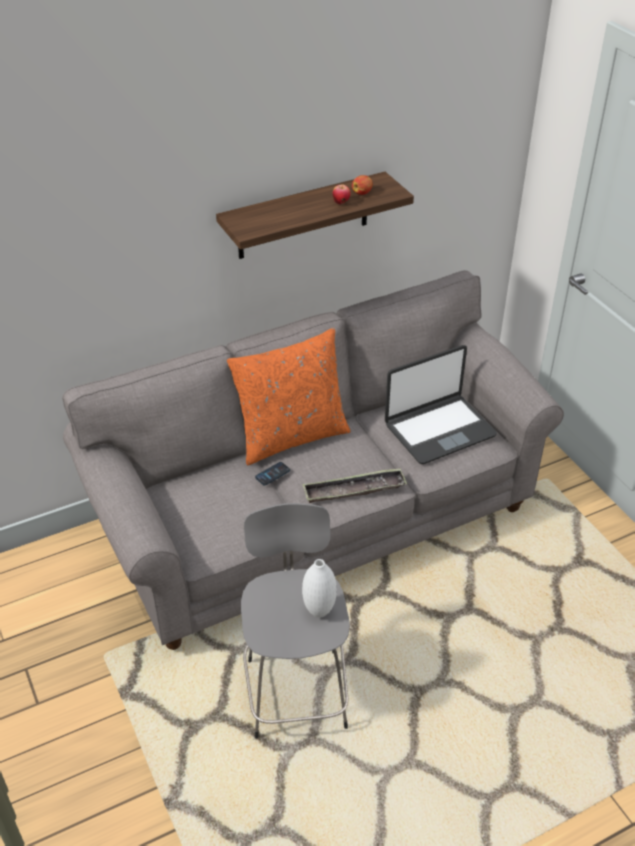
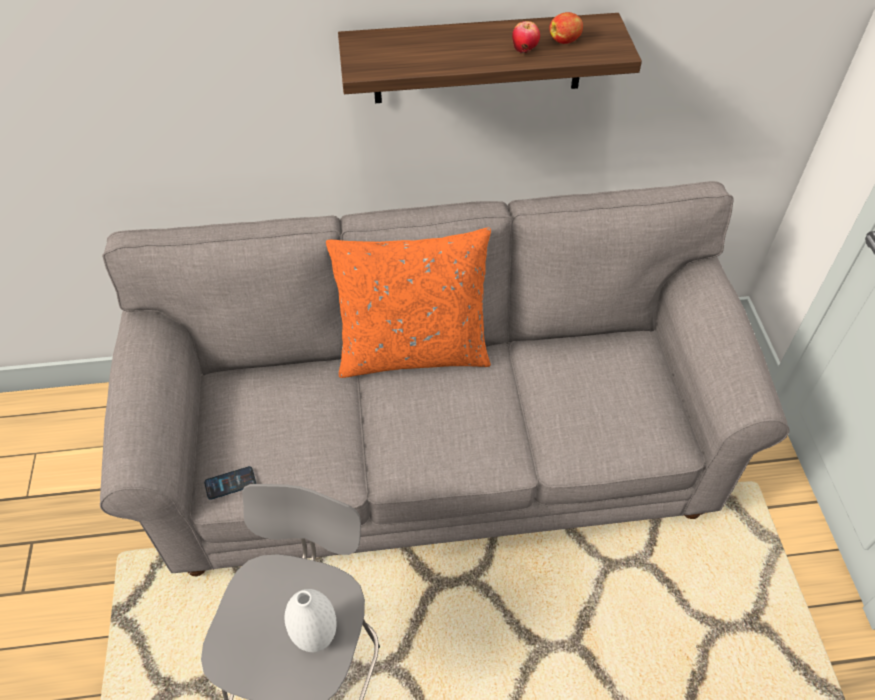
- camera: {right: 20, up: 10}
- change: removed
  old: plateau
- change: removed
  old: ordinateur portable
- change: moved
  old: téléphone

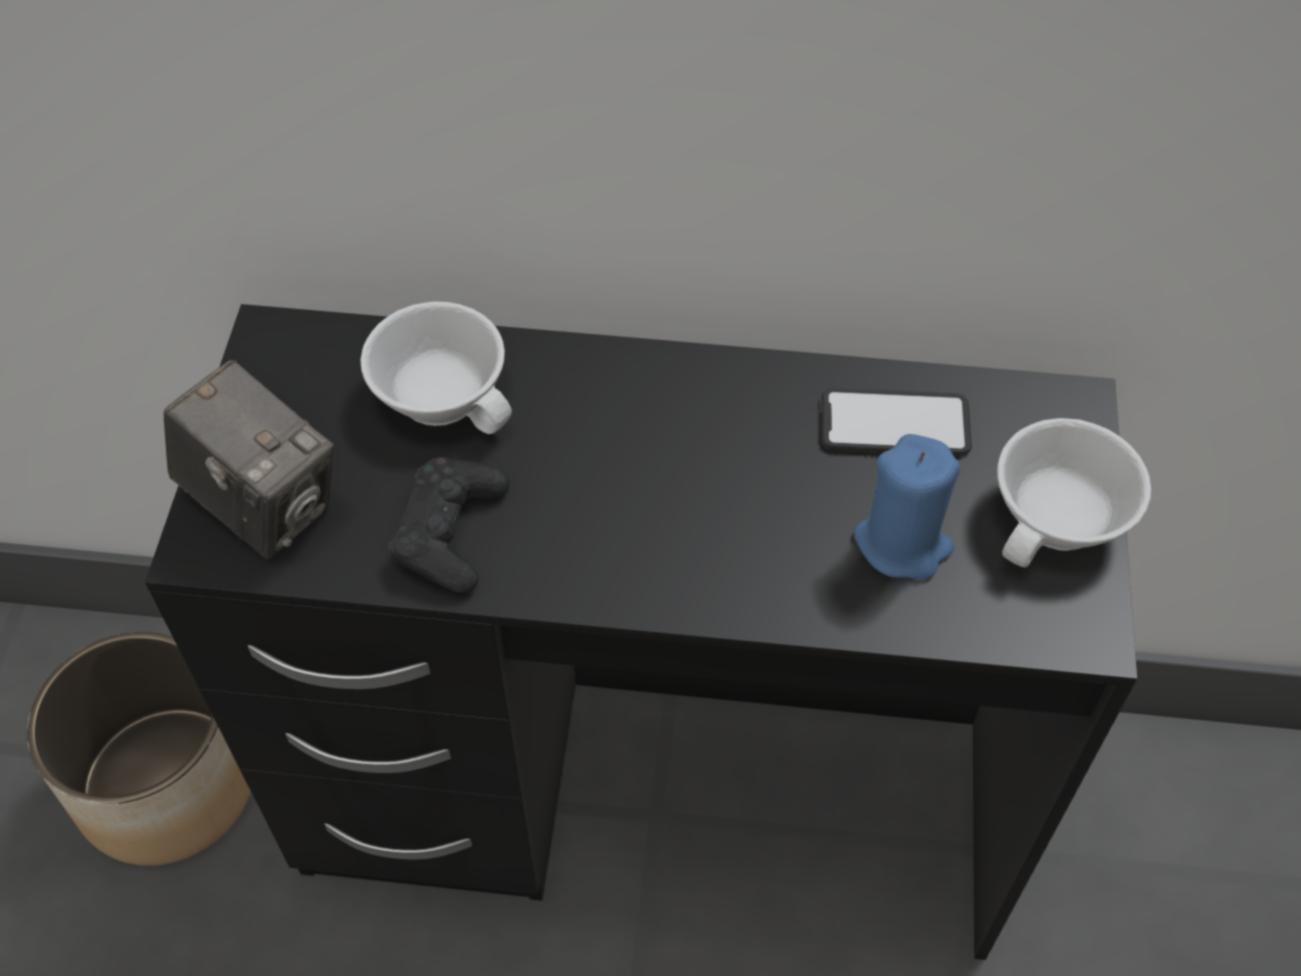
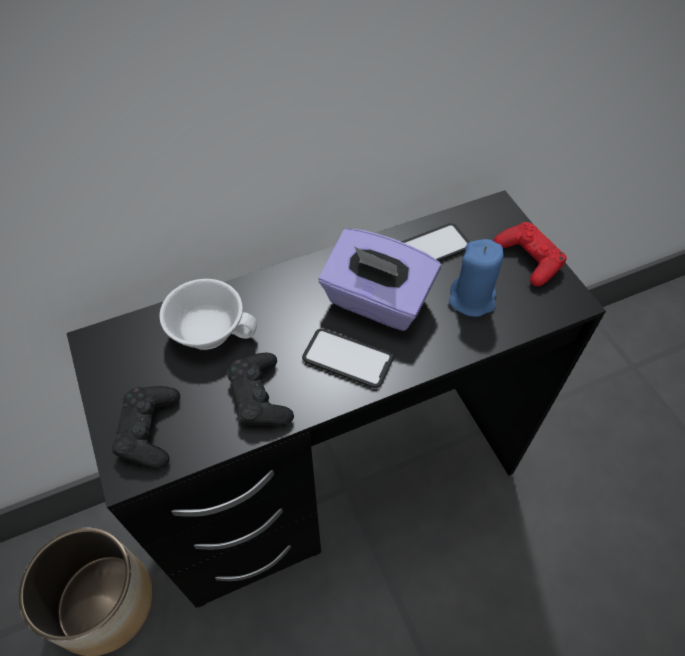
- camera: {right: -30, up: 0}
- change: added
  new: téléphone (1st from left)
- change: added
  new: boîte à mouchoirs/violet
- change: replaced
  old: appareil photo
  new: manette/noir (1st from left)
- change: replaced
  old: tasse/blanc (2nd from left)
  new: manette/rouge

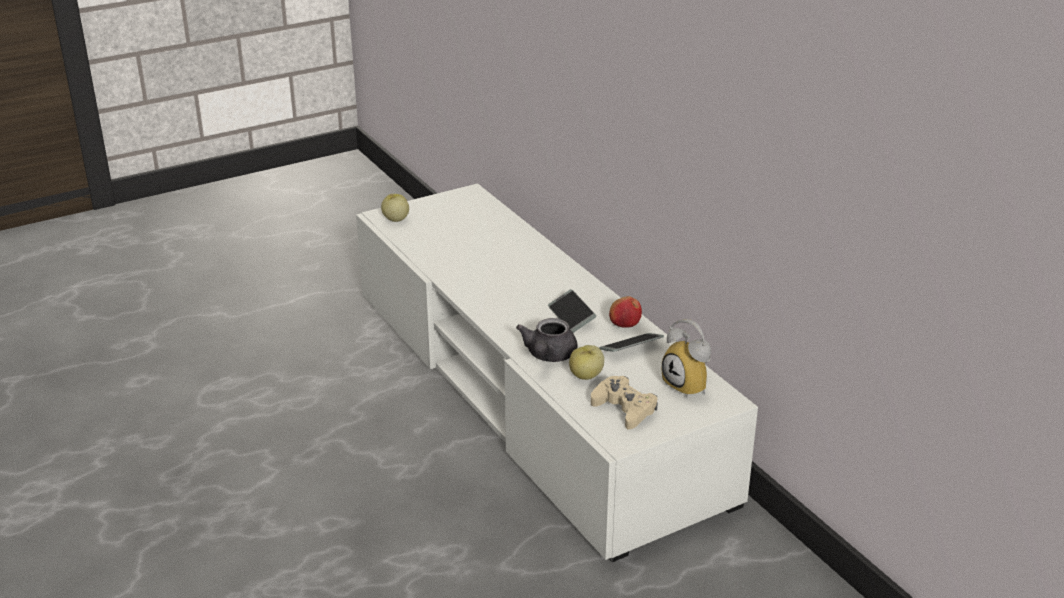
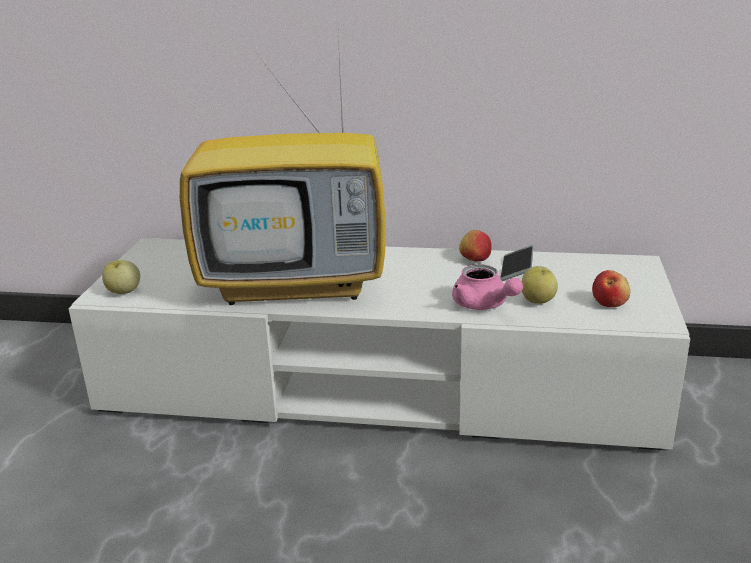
- camera: {right: -50, up: -5}
- change: removed
  old: téléphone (1st from left)
- change: removed
  old: réveil
- change: added
  new: téléviseur
- change: replaced
  old: manette/beige
  new: pomme (4th from left)
- change: recoloured
  old: théière/gris
  new: théière/rose

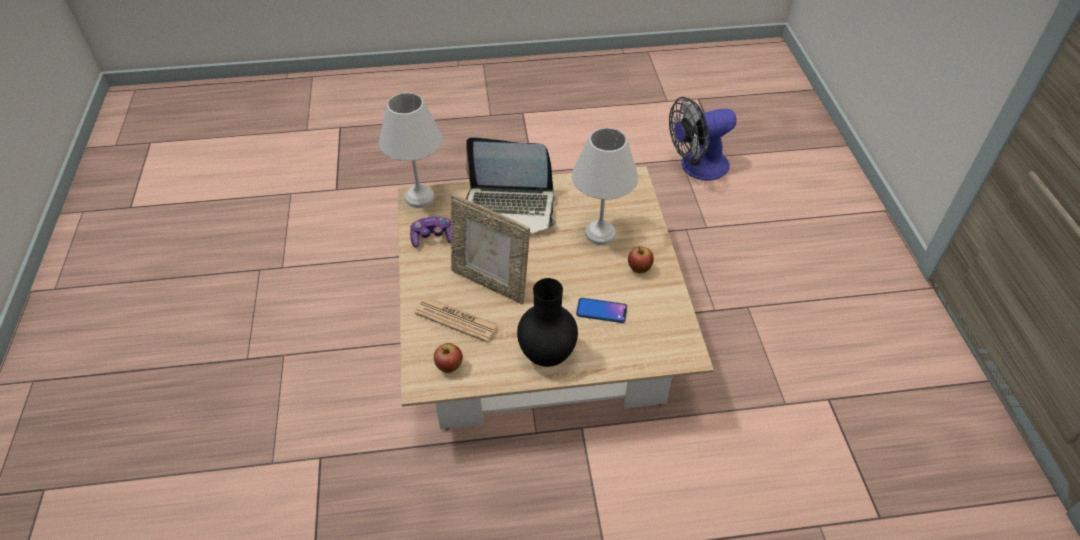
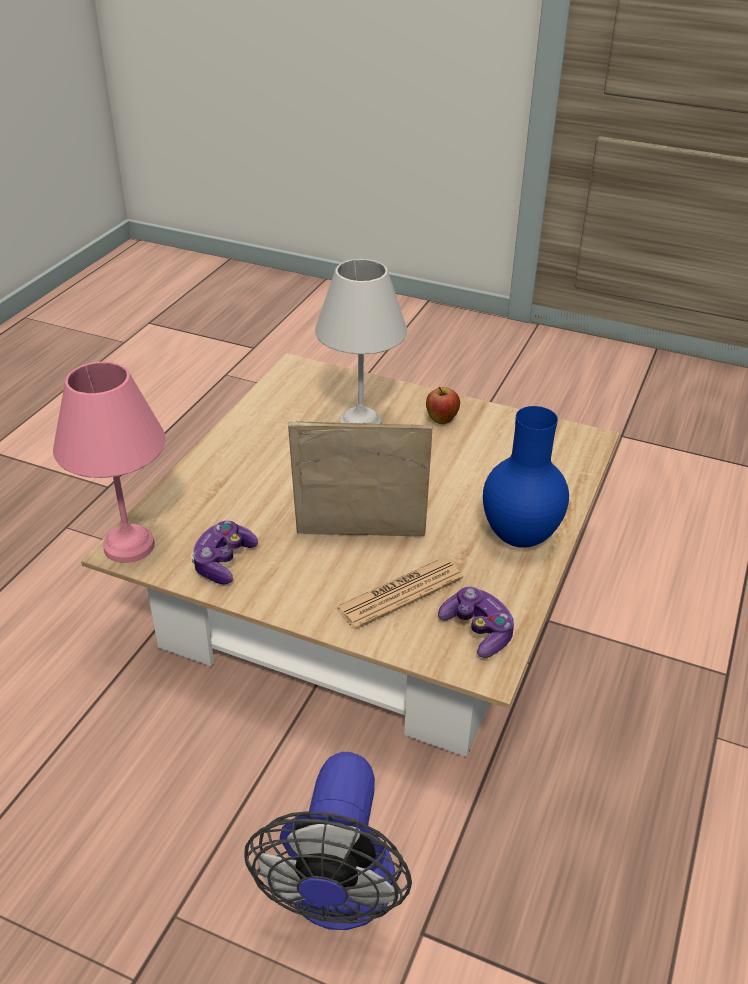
- camera: {right: -60, up: -10}
- change: removed
  old: ordinateur portable
- change: removed
  old: téléphone
- change: moved
  old: ventilateur
- change: replaced
  old: pomme (1st from left)
  new: manette (2nd from left)
- change: recoloured
  old: lampe de table/blanc (1st from left)
  new: lampe de table/rose
- change: recoloured
  old: vase/noir
  new: vase/bleu
- change: turned
  old: cadre photo
  degrees: -150

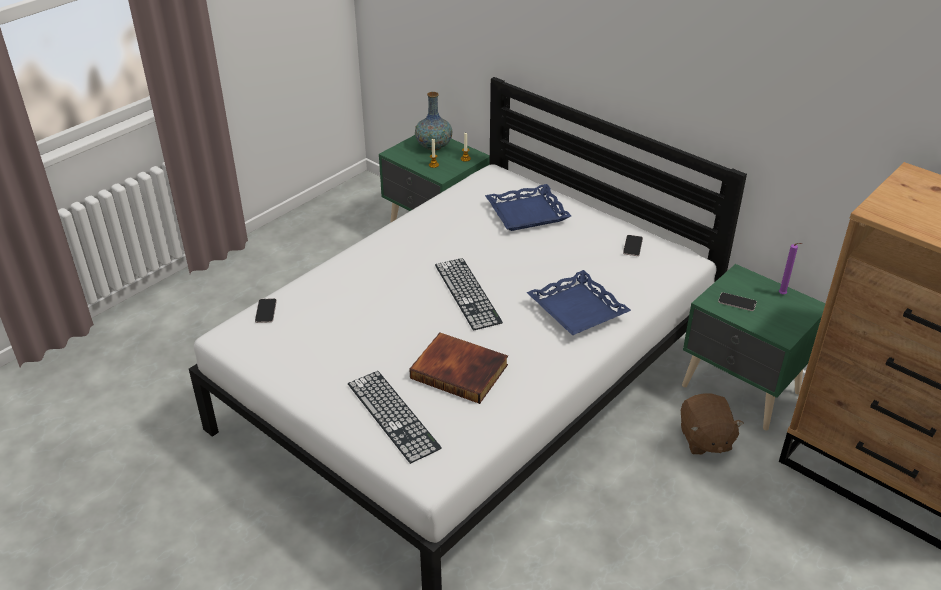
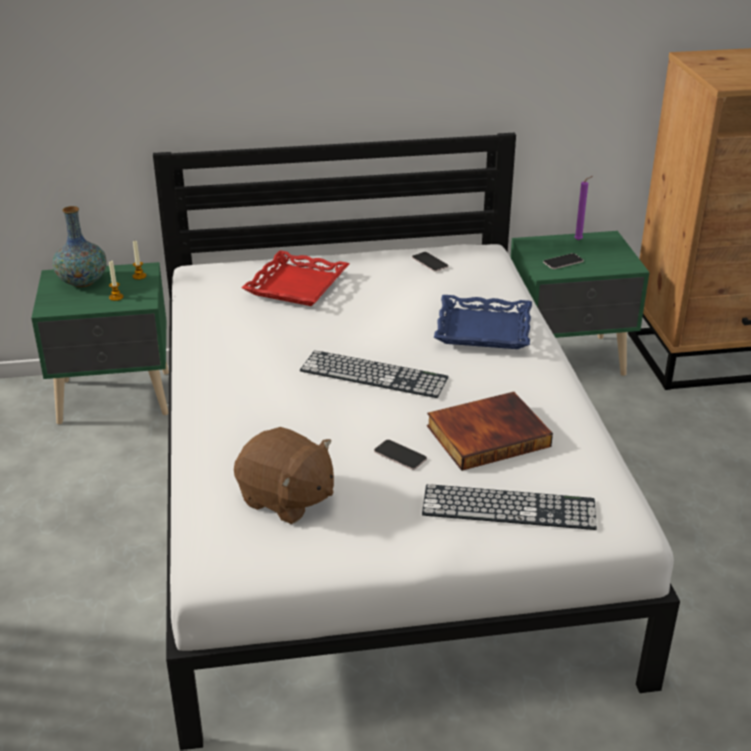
- camera: {right: -50, up: -5}
- change: moved
  old: téléphone (1st from left)
- change: moved
  old: peluche/marron
- change: recoloured
  old: plateau/bleu (1st from left)
  new: plateau/rouge

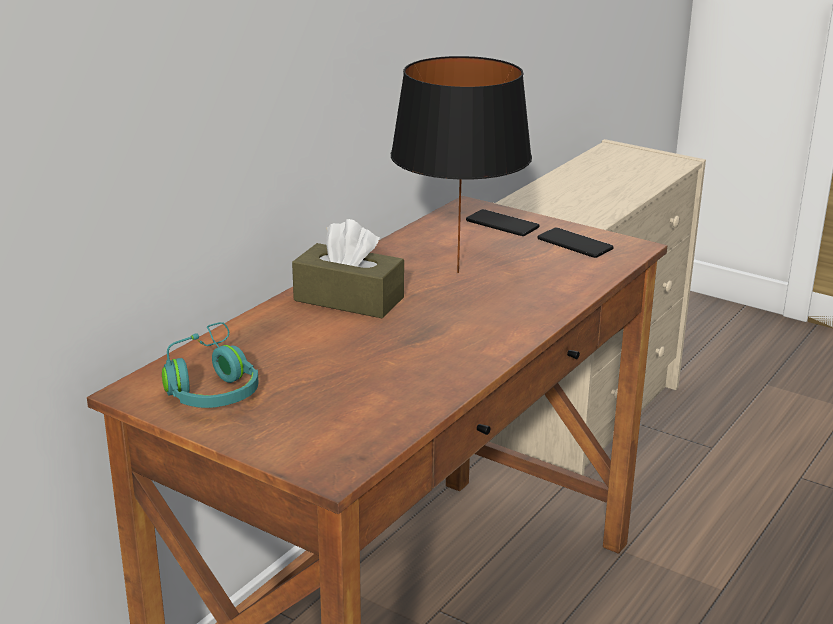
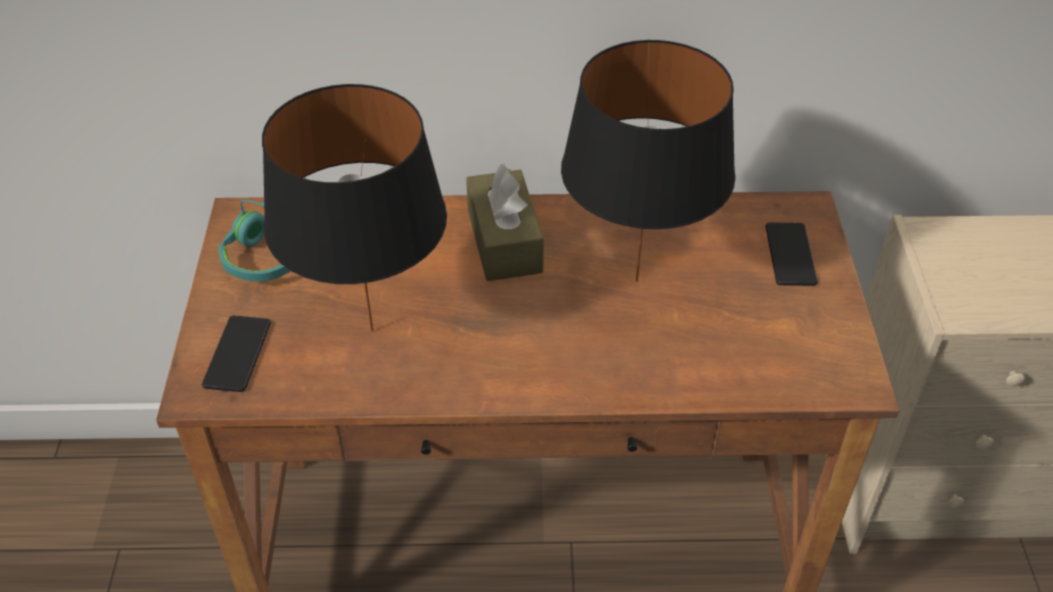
- camera: {right: 55, up: 20}
- change: added
  new: lampe de table/noir (1st from left)
- change: moved
  old: téléphone (2nd from left in the first image)
  new: téléphone (1st from left)

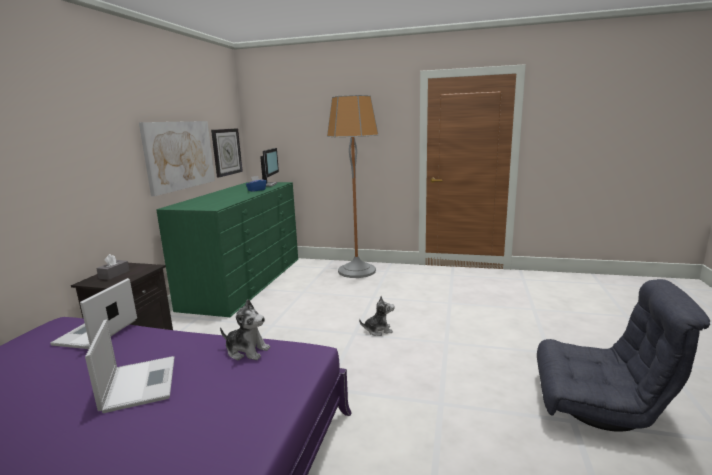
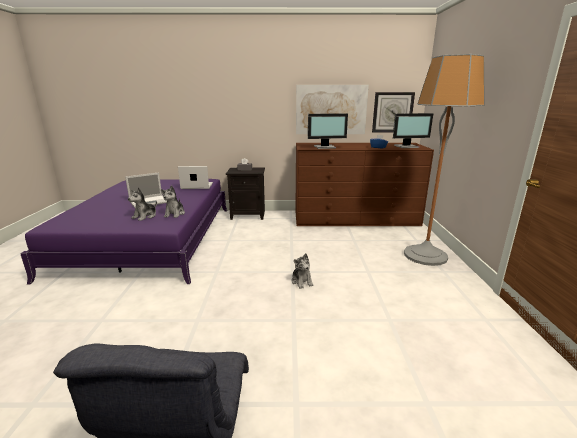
- camera: {right: 75, up: 5}
- change: added
  new: peluche (1st from left)
- change: added
  new: écran d'ordinateur (1st from left)
- change: recoloured
  old: commode/vert
  new: commode/marron

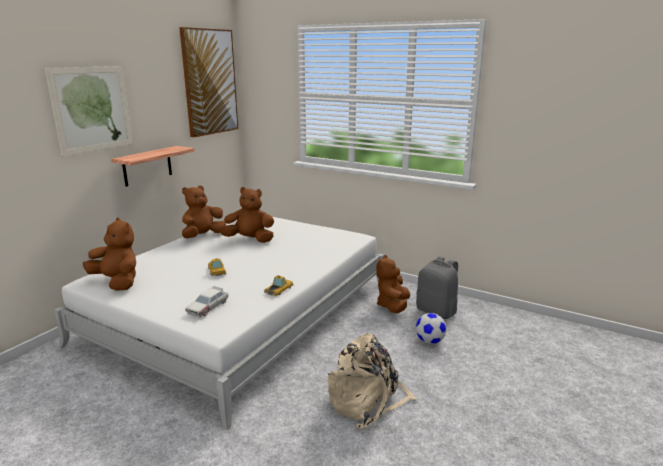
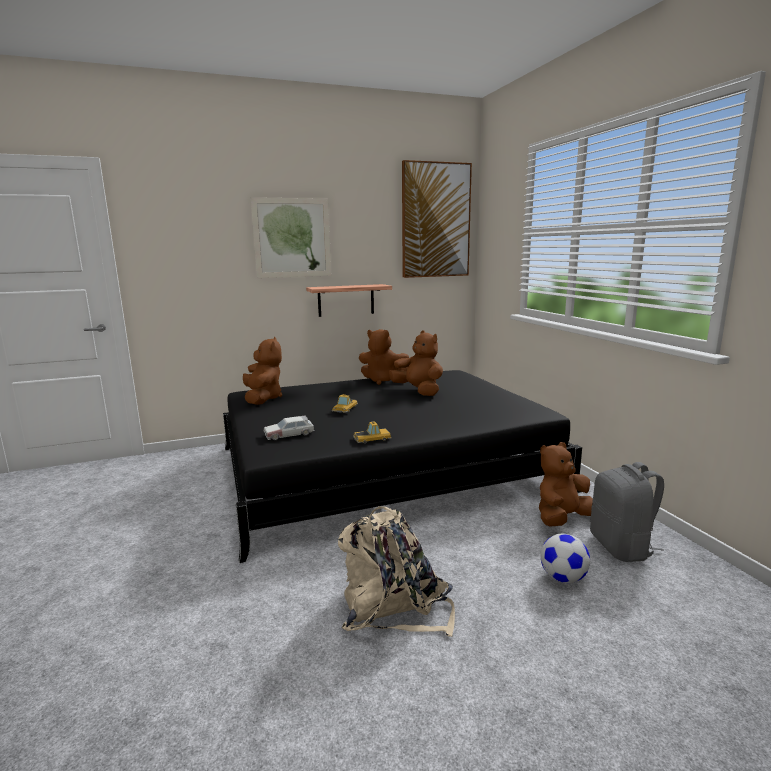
- camera: {right: 40, up: -5}
- change: recoloured
  old: lit/blanc
  new: lit/noir
- change: turned
  old: peluche/marron (2nd from left)
  degrees: -150

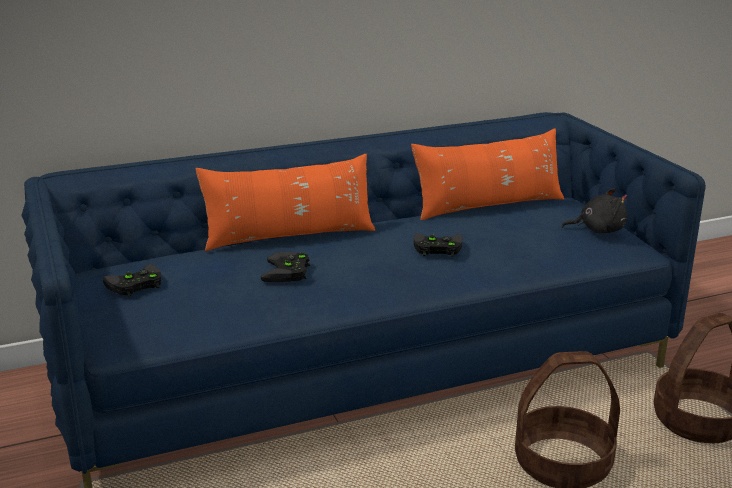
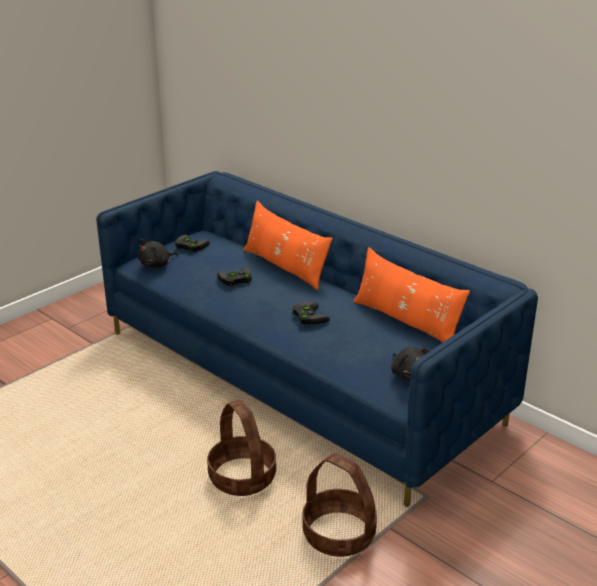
- camera: {right: 65, up: 5}
- change: added
  new: peluche/noir (1st from left)

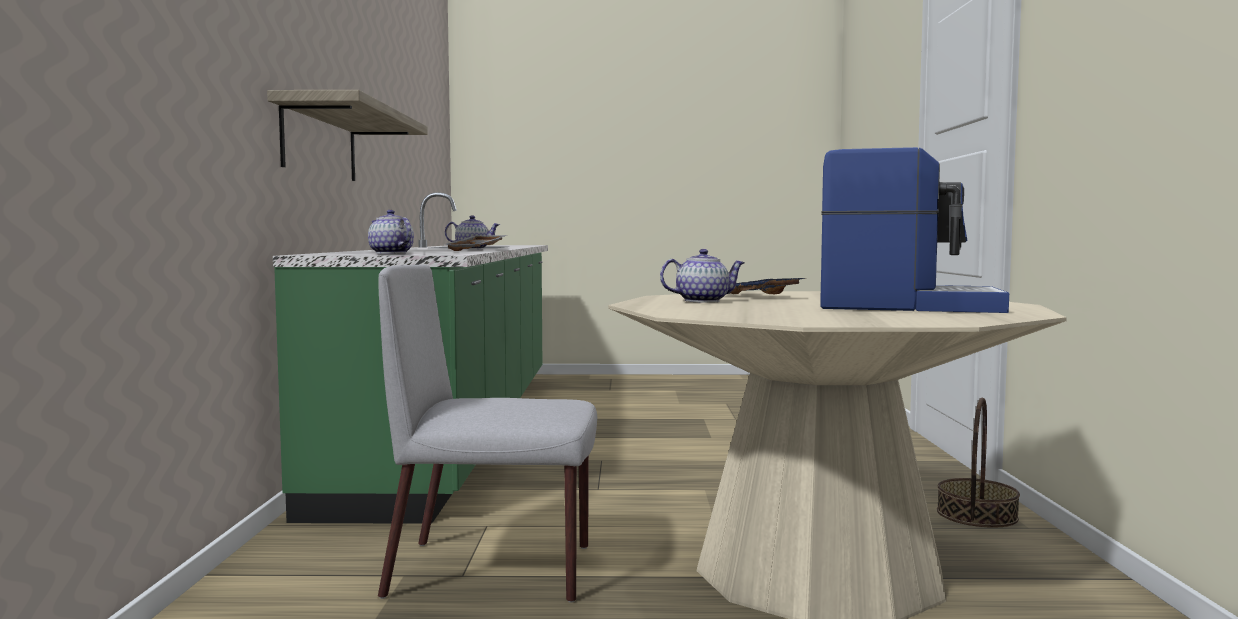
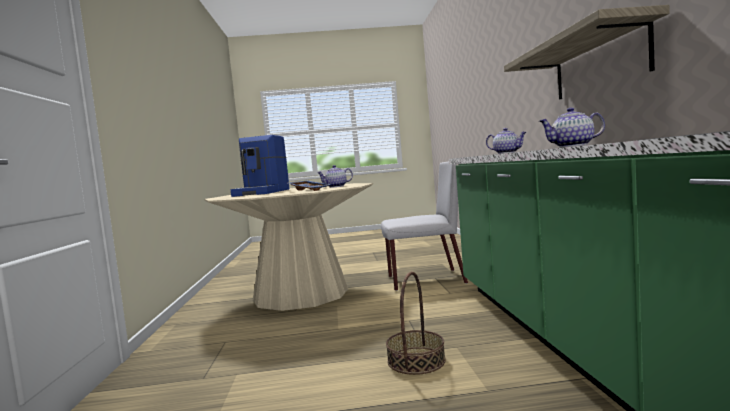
- camera: {right: 175, up: 0}
- change: removed
  old: plateau/gris
- change: moved
  old: panier
- change: turned
  old: machine à café
  degrees: -90

